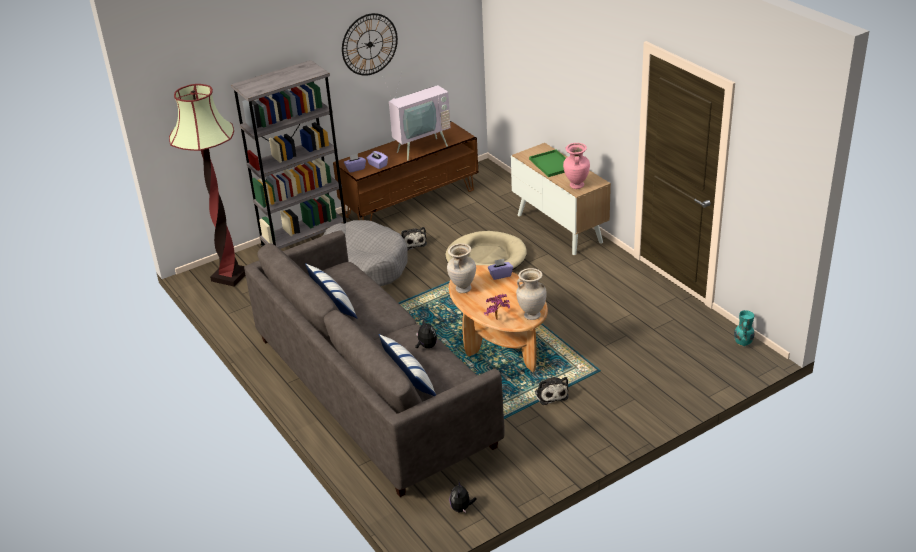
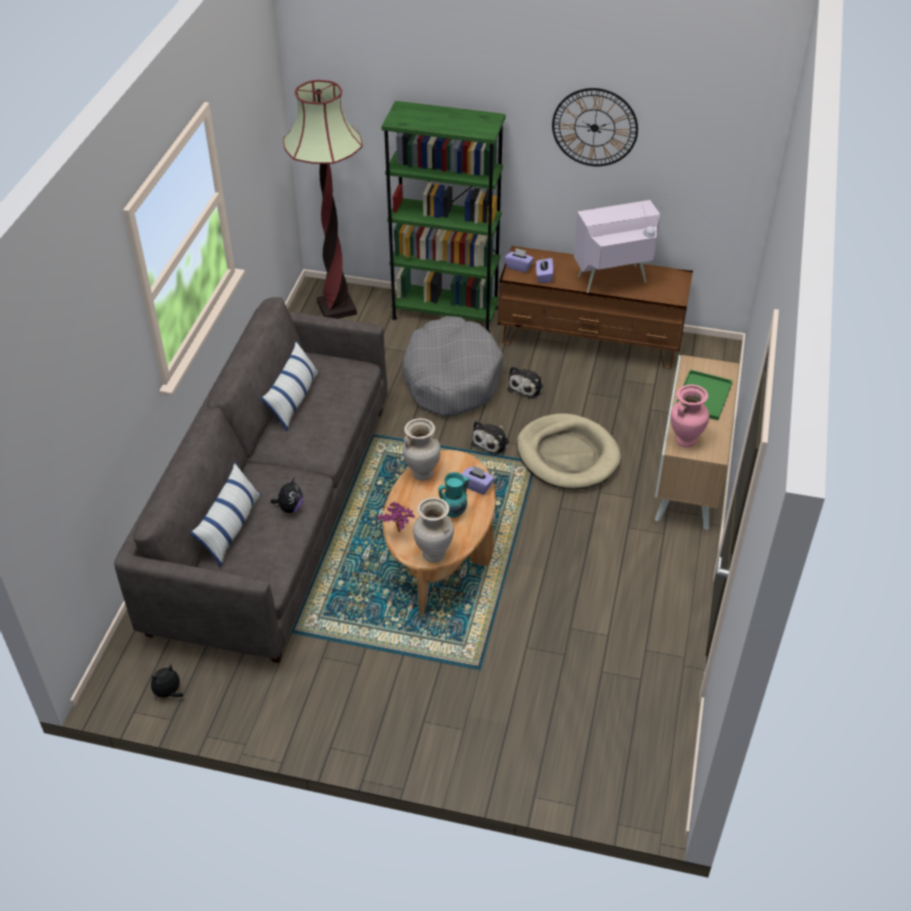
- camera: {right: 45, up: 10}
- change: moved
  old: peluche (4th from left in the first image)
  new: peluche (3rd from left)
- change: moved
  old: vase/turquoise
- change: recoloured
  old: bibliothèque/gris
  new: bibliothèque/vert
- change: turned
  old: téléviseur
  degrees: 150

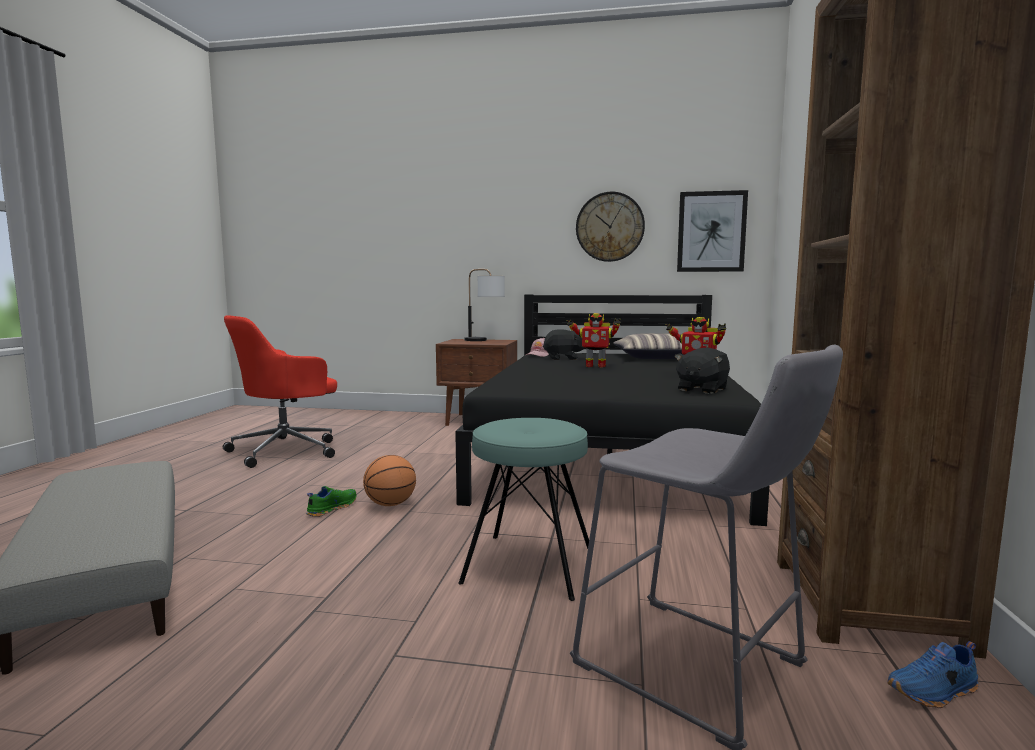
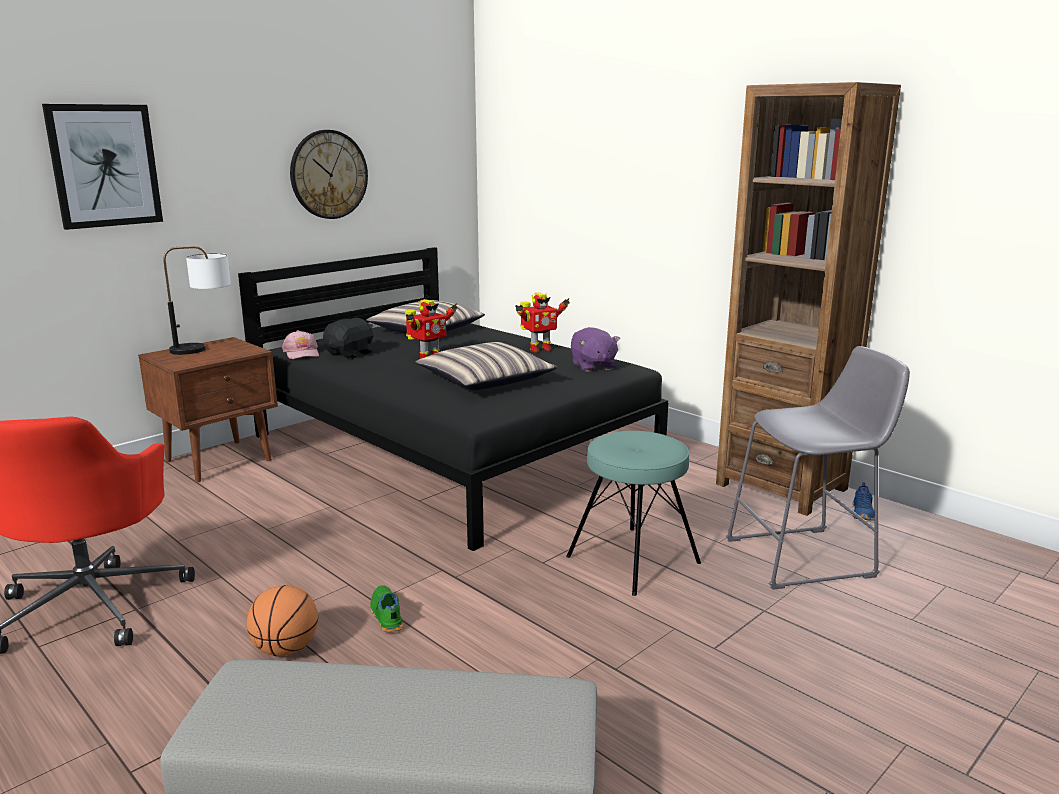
- camera: {right: -55, up: 10}
- change: added
  new: coussin (2nd from left)
- change: moved
  old: ballon de basket
- change: moved
  old: tableau
- change: recoloured
  old: peluche/noir (2nd from left)
  new: peluche/violet

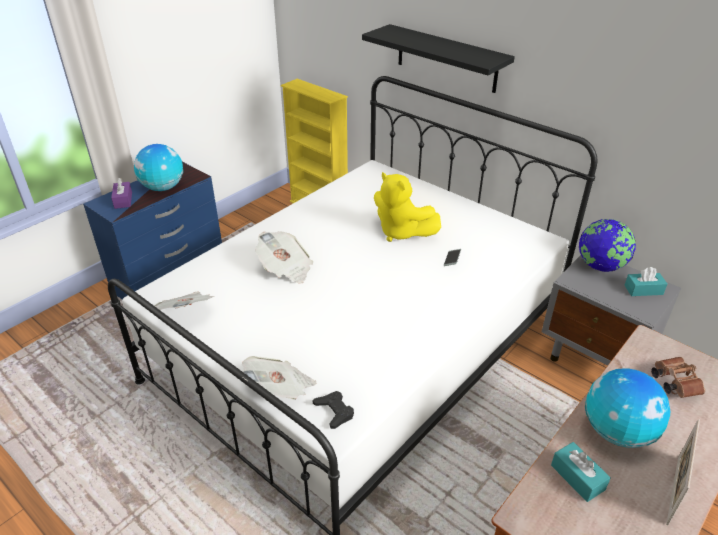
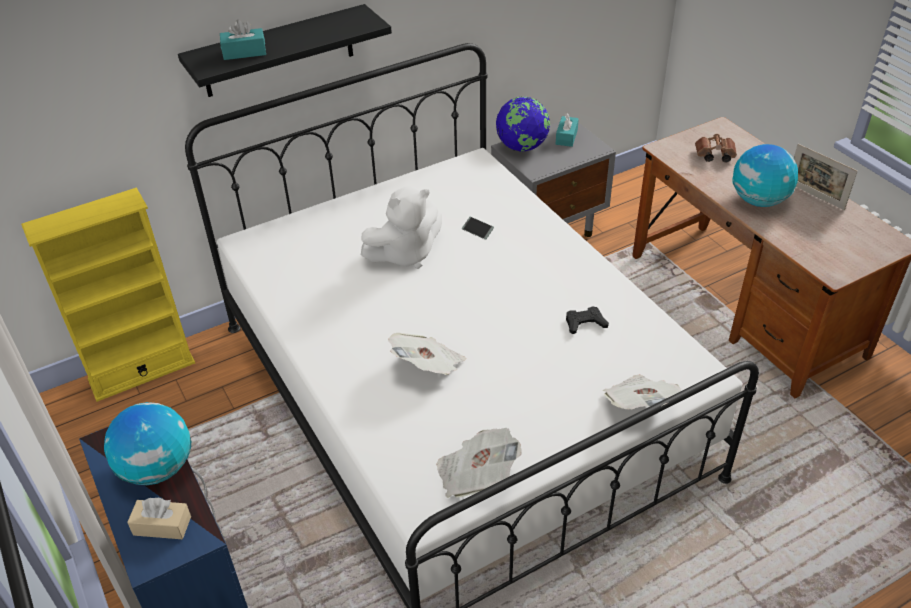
- camera: {right: -70, up: 5}
- change: moved
  old: manette/noir
- change: moved
  old: boîte à mouchoirs/turquoise (1st from left)
- change: recoloured
  old: boîte à mouchoirs/violet
  new: boîte à mouchoirs/beige
- change: recoloured
  old: peluche/jaune
  new: peluche/blanc

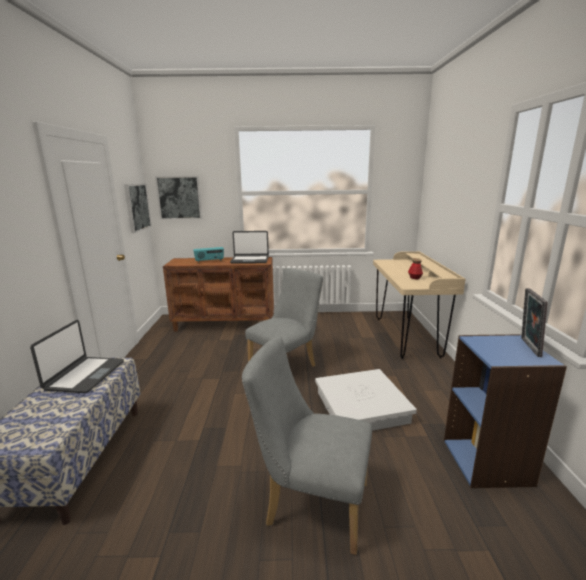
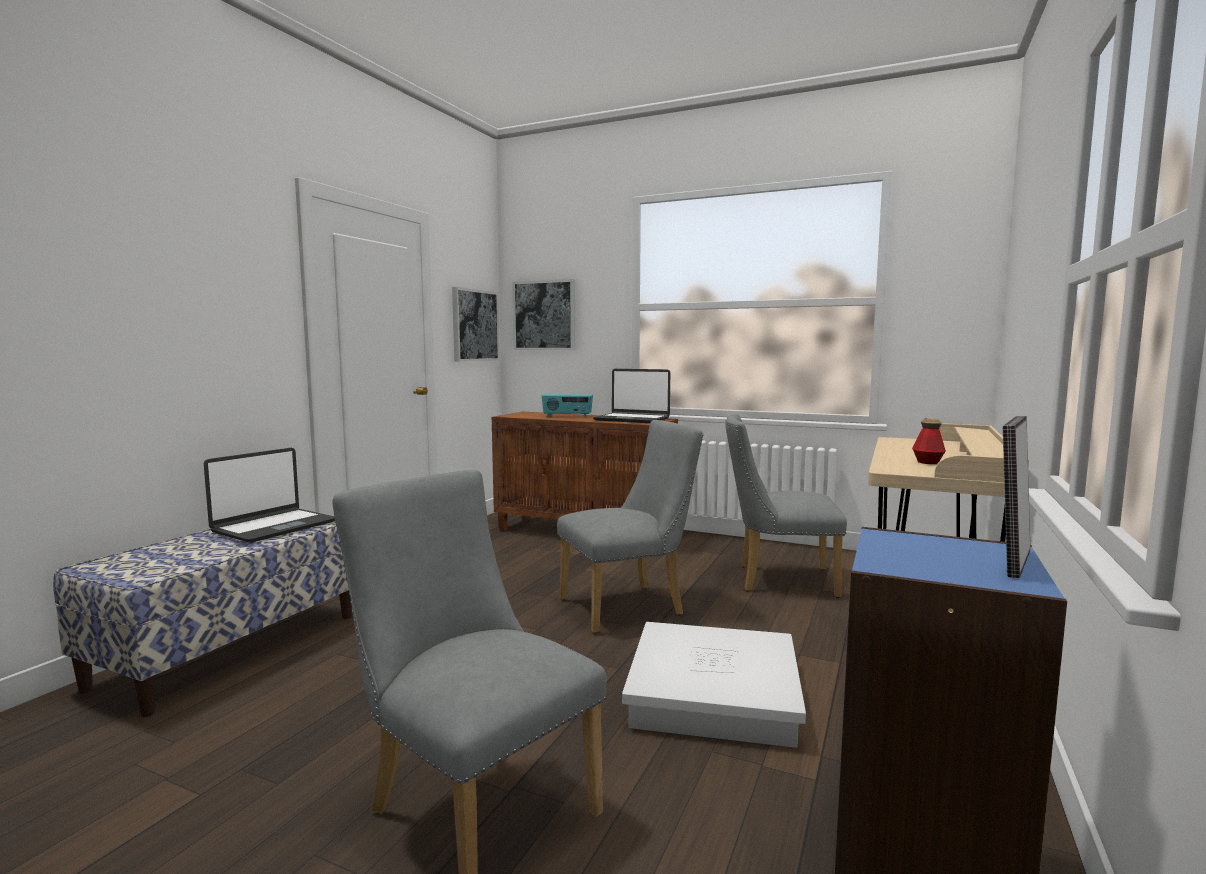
- camera: {right: 25, up: -10}
- change: added
  new: chaise/gris (3rd from left)

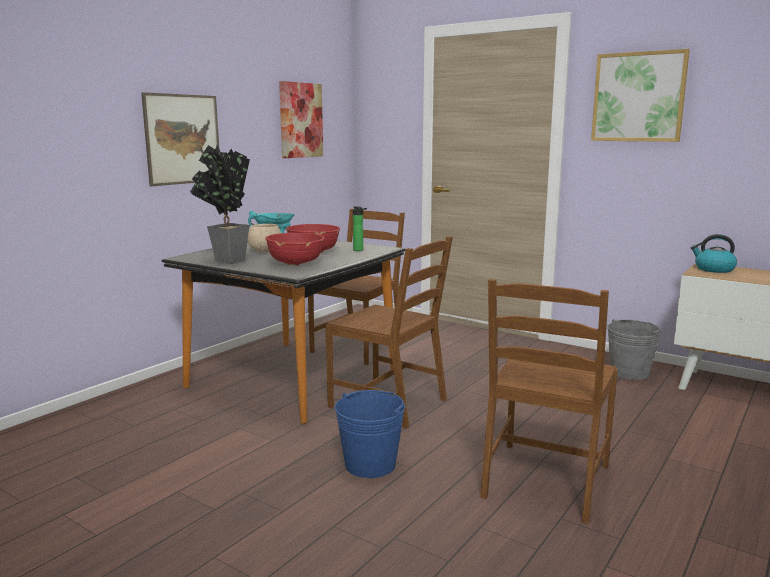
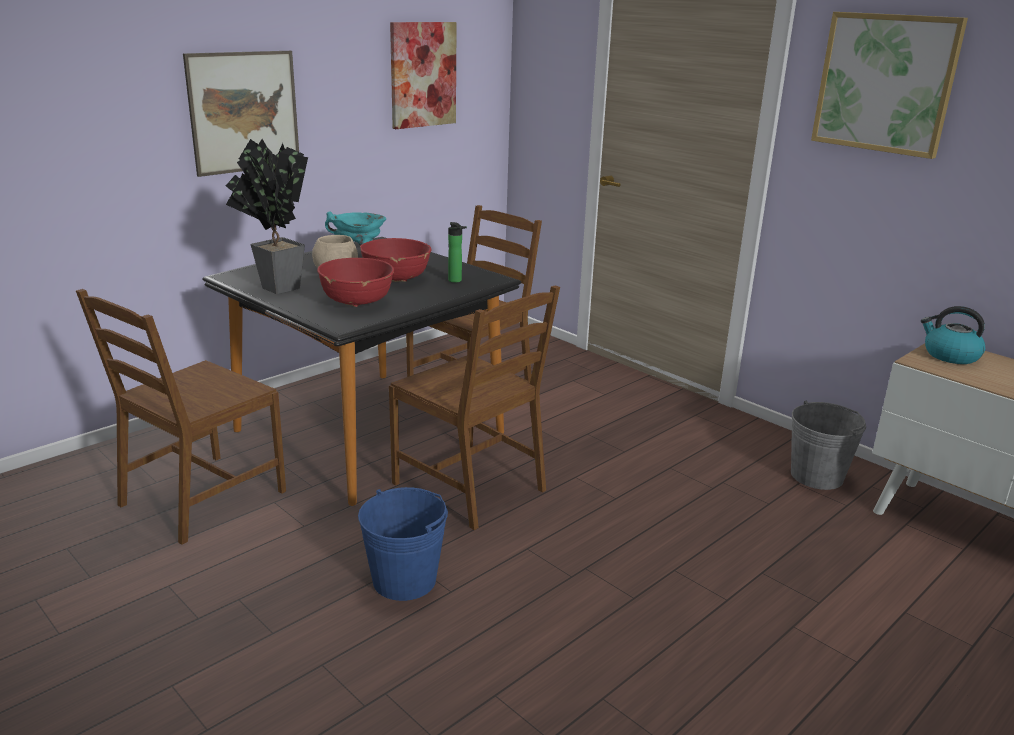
- camera: {right: 10, up: 10}
- change: moved
  old: chaise/marron (3rd from left in the first image)
  new: chaise/marron (1st from left)

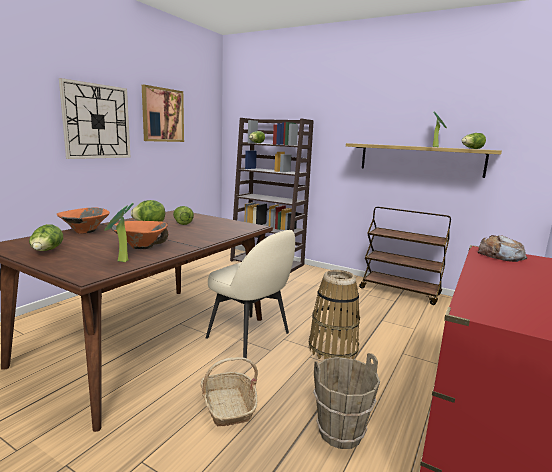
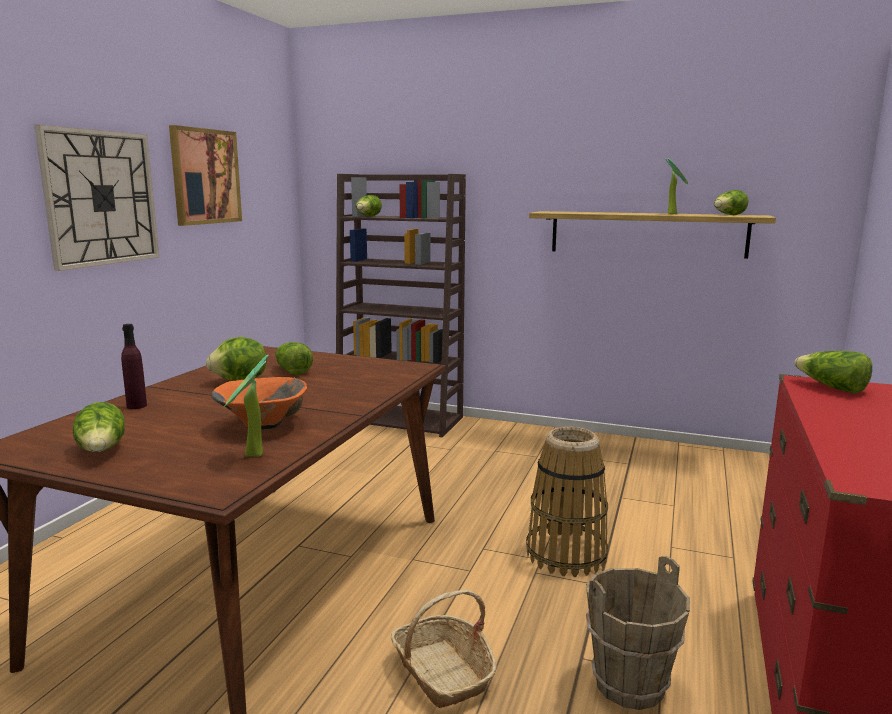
- camera: {right: -10, up: 0}
- change: removed
  old: chaise/beige
- change: removed
  old: chariot/marron
- change: replaced
  old: bol/orange (1st from left)
  new: bouteille/violet
- change: replaced
  old: pain
  new: laitue (6th from left)

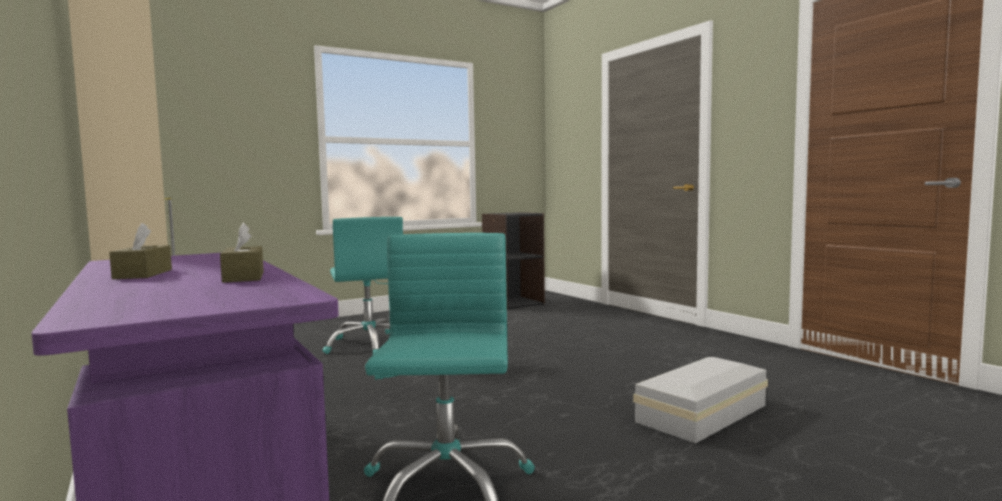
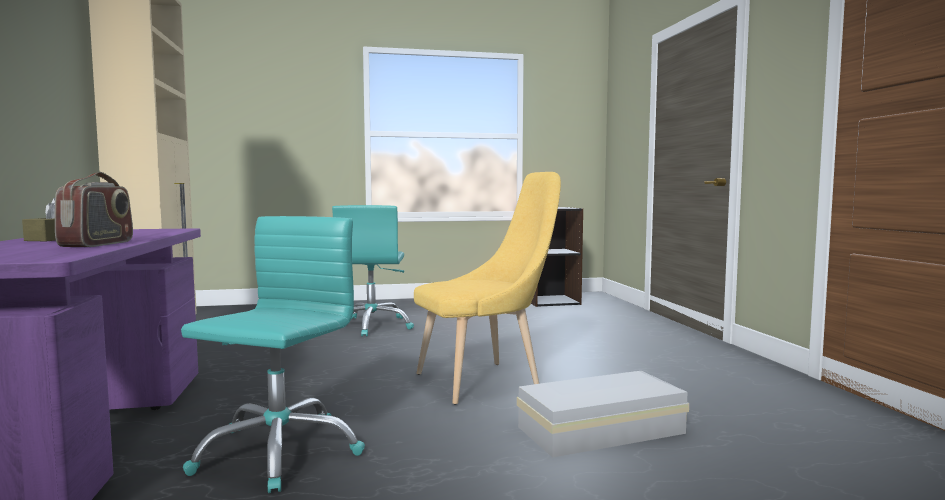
- camera: {right: 20, up: 0}
- change: added
  new: chaise/jaune
- change: replaced
  old: boîte à mouchoirs/marron (2nd from left)
  new: radio

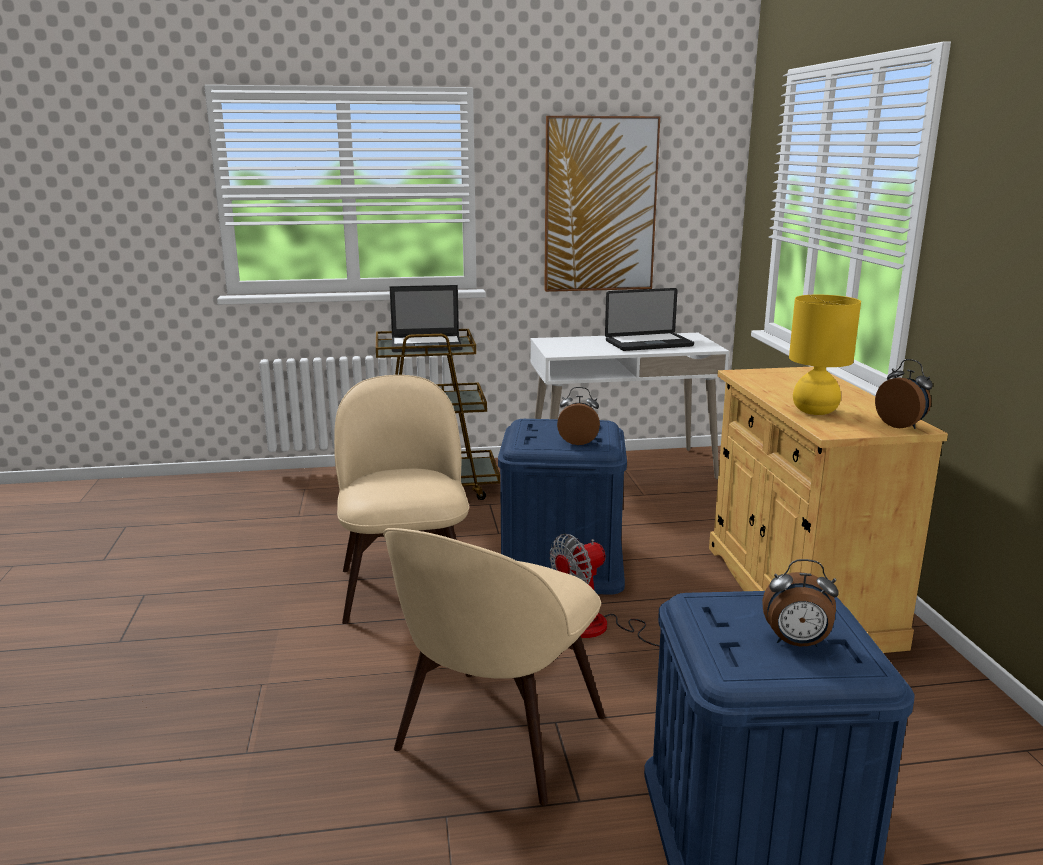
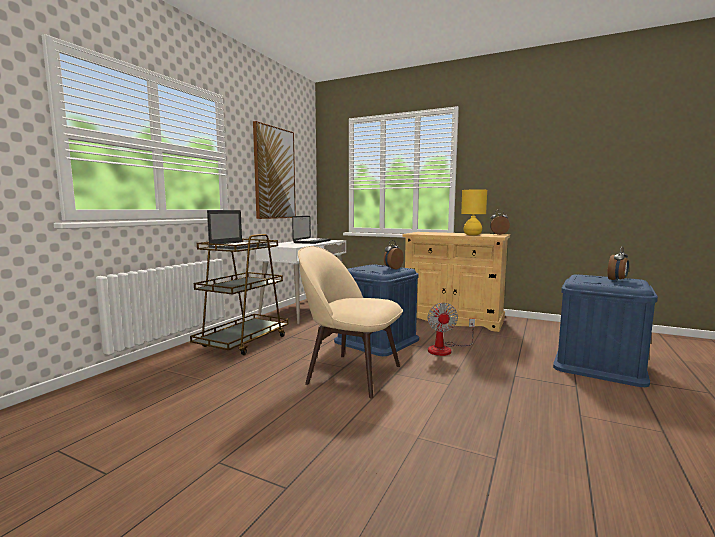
- camera: {right: -55, up: -10}
- change: removed
  old: chaise/beige (2nd from left)

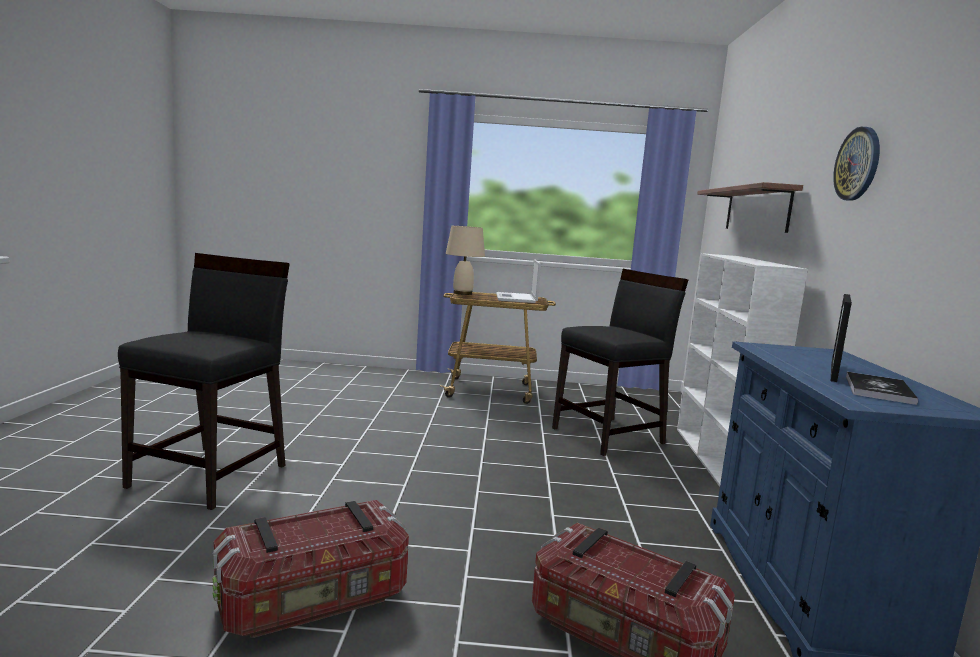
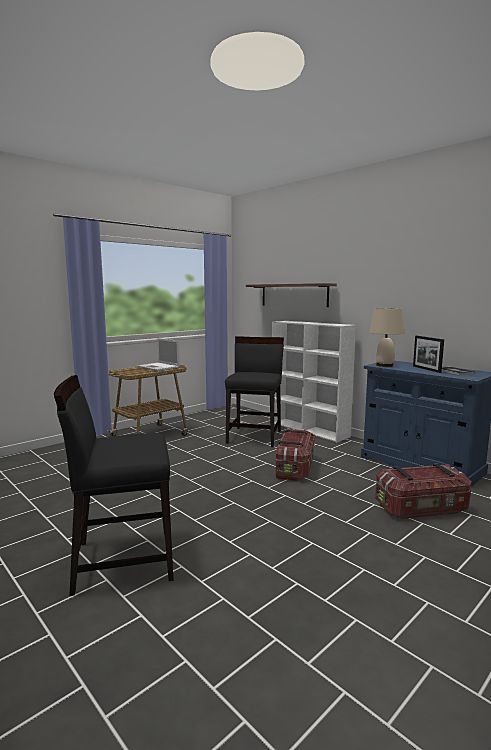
- camera: {right: -45, up: 0}
- change: removed
  old: horloge murale
- change: moved
  old: boîte de rangement (1st from left)
- change: moved
  old: lampe de table/beige
- change: turned
  old: chaise/noir (1st from left)
  degrees: -75

